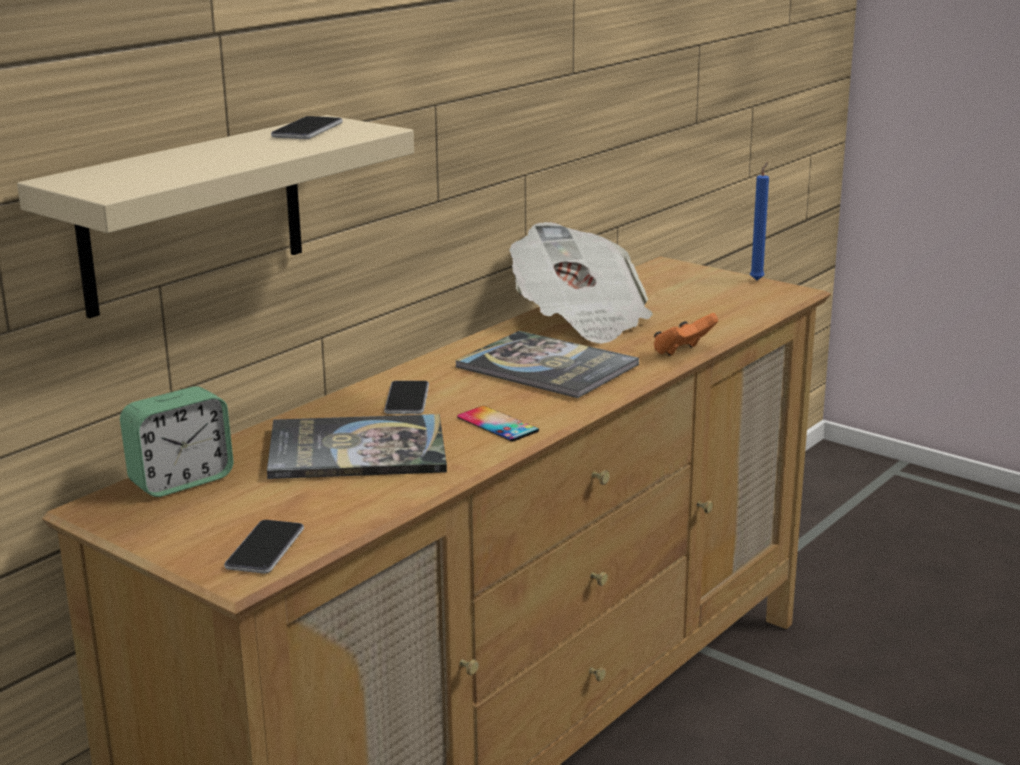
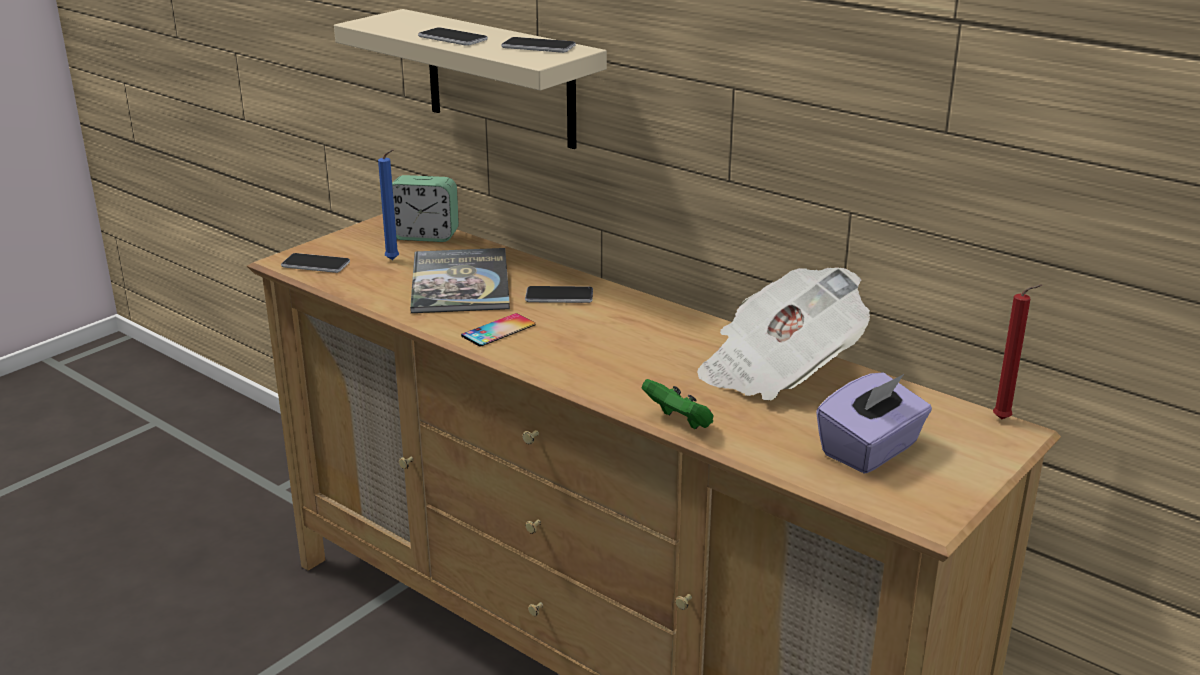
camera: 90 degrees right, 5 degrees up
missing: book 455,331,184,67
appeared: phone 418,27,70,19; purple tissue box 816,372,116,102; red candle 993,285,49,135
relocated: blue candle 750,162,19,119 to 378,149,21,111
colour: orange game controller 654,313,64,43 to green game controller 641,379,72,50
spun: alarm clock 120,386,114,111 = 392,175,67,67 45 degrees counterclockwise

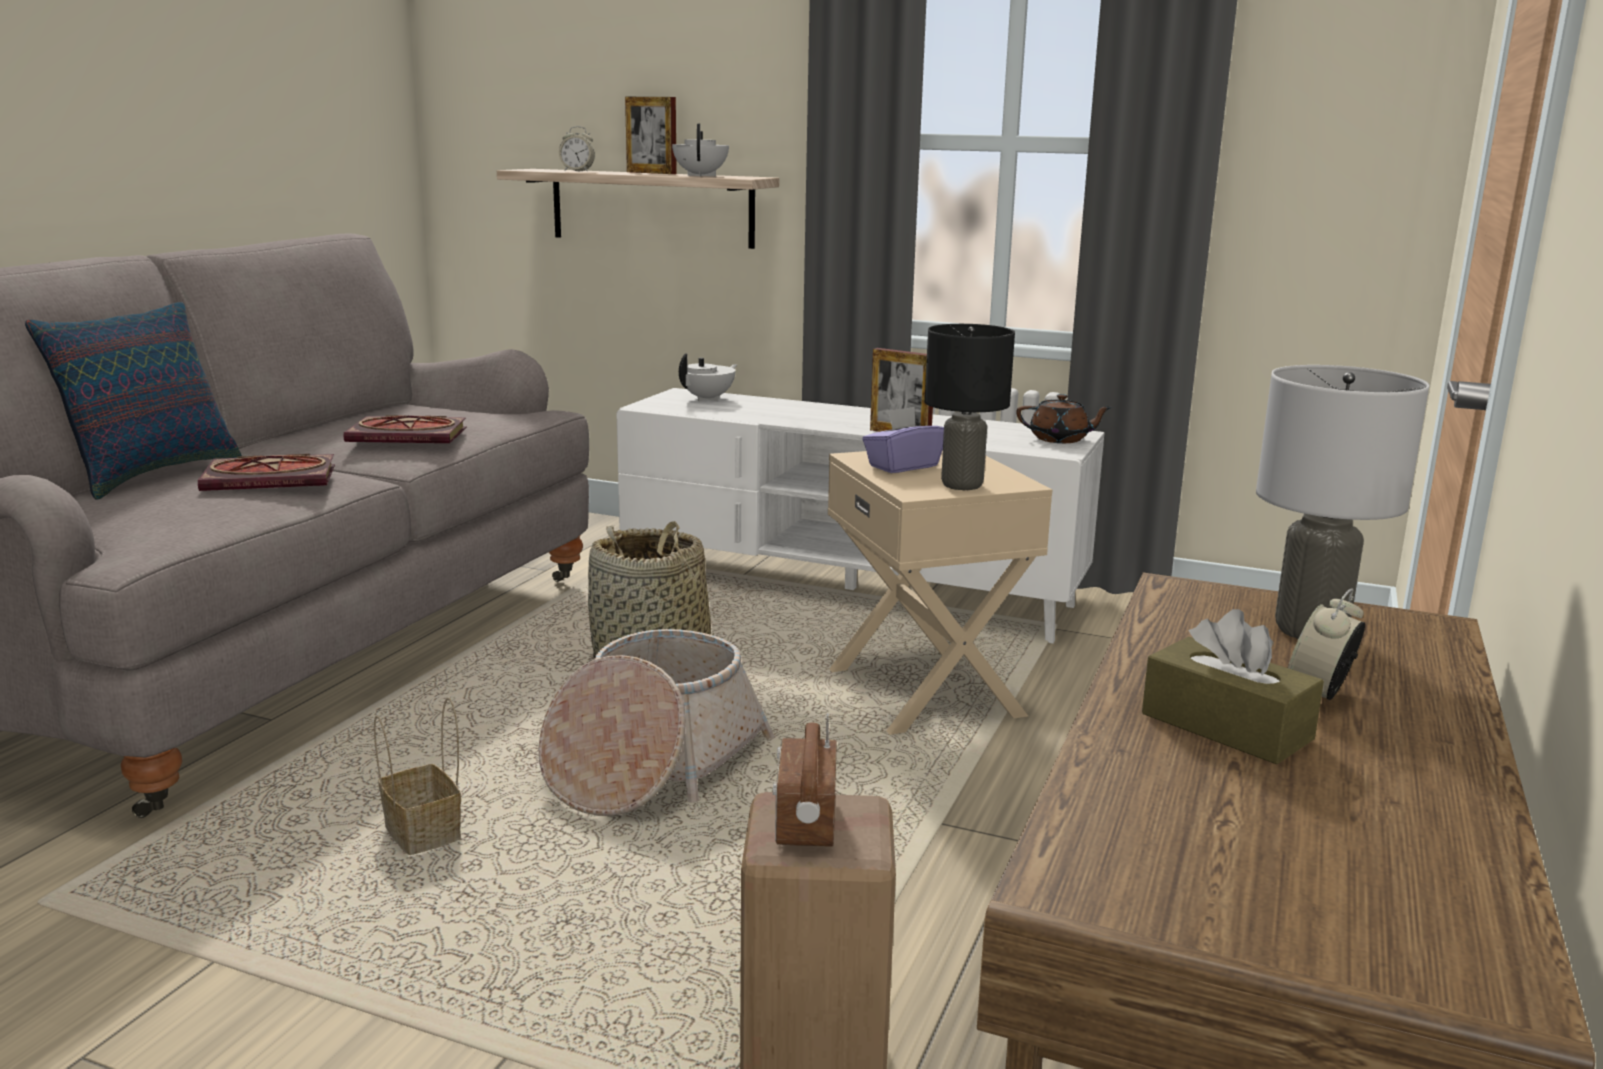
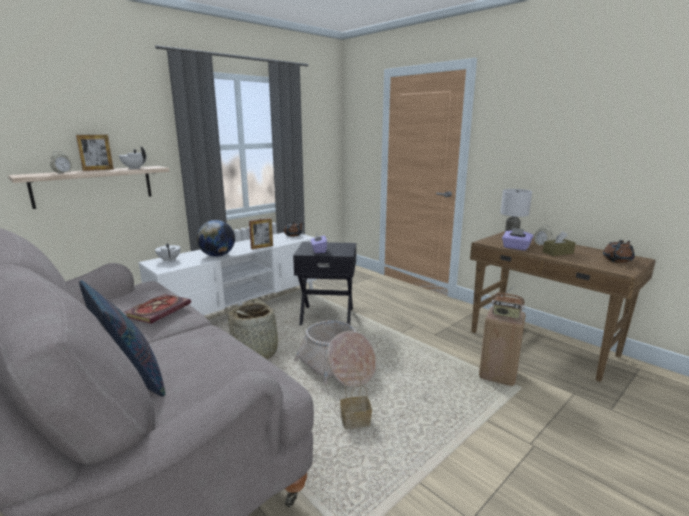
camera: 65 degrees left, 0 degrees up
missing: book 198,454,137,37; black table lamp 925,324,90,166
appeared: globe 197,220,38,37; purple tissue box 502,228,31,23; brown teapot 603,240,32,23
colour: beige side table 828,450,224,285 to black side table 293,242,63,83

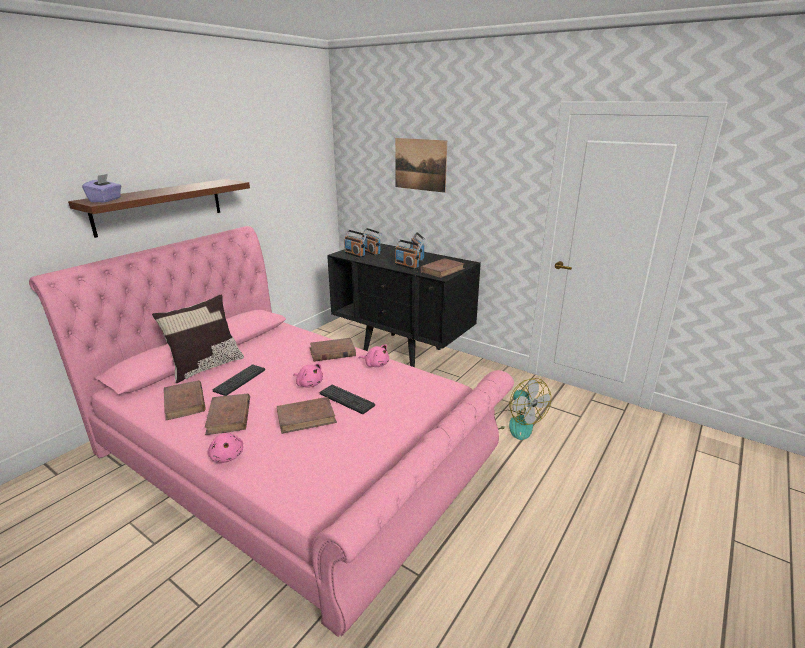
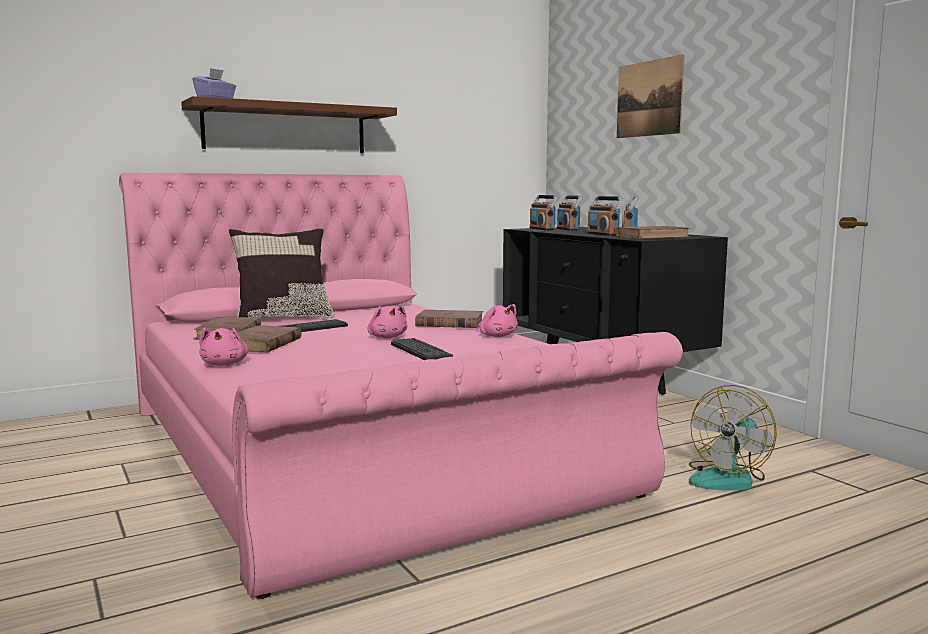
camera: 25 degrees right, 15 degrees down
missing: brown book 277,397,60,37
spun: fan 494,378,57,62 = 689,385,88,105 45 degrees clockwise

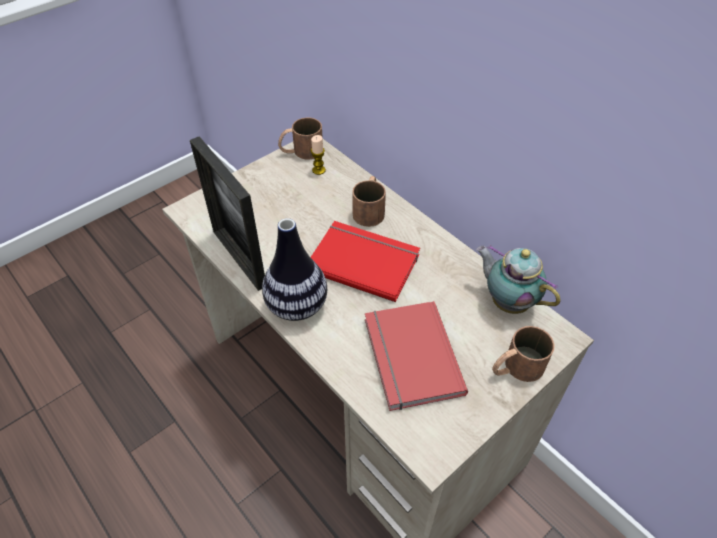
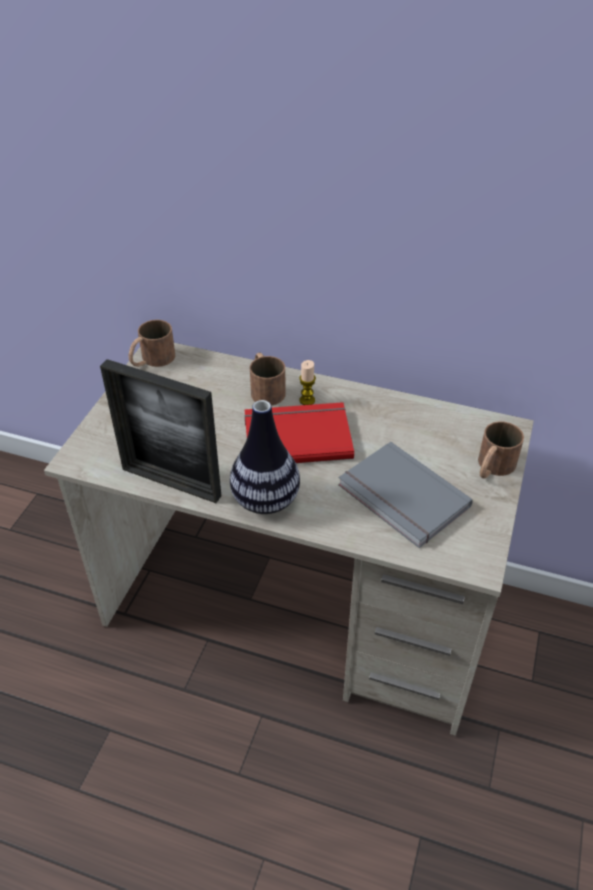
camera: 30 degrees left, 5 degrees down
missing: teapot 476,245,85,69
relocated: candle 311,135,15,40 to 299,360,17,45
colour: red book 365,301,103,110 to grey book 338,442,135,106

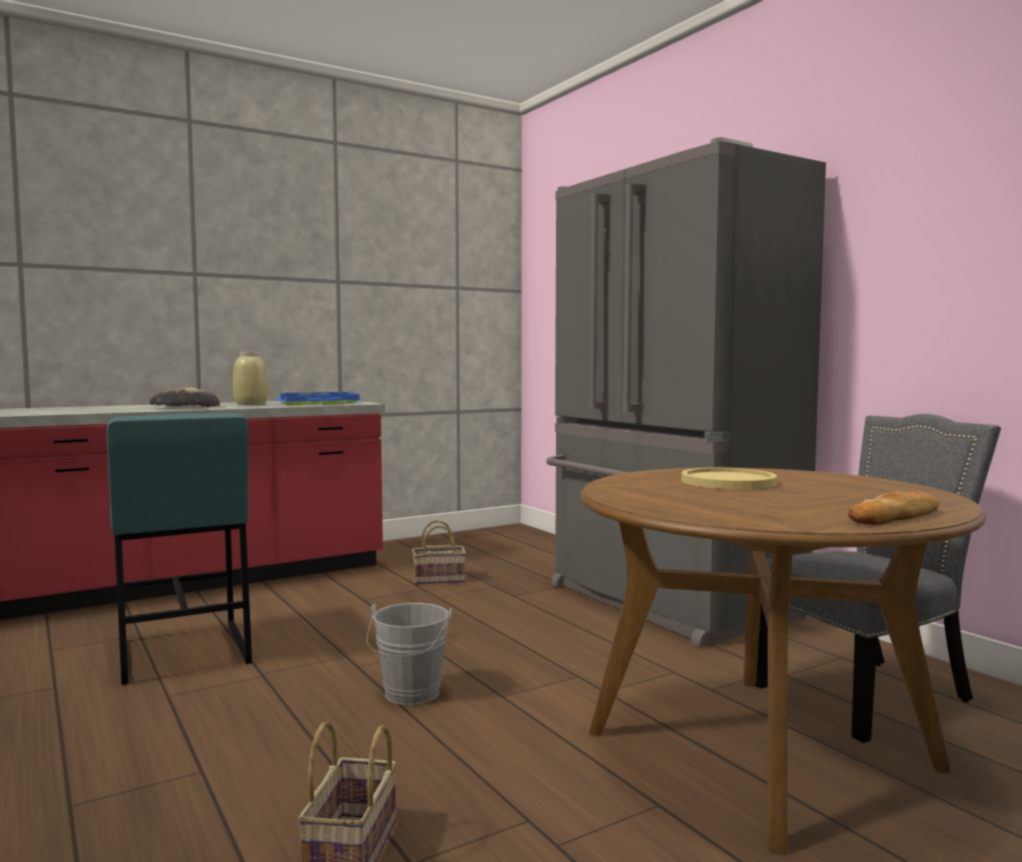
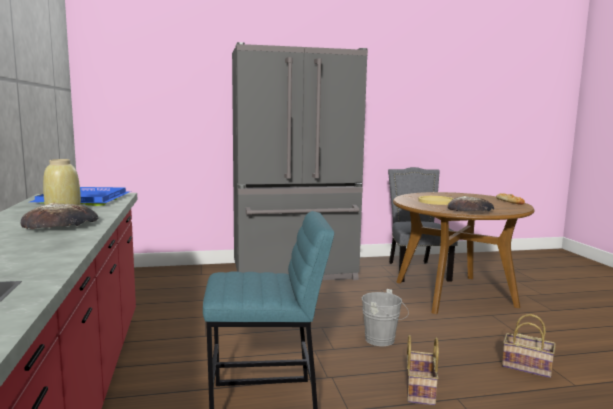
camera: 70 degrees left, 5 degrees up
appeared: bread 448,196,46,16
relocated: basket 412,520,54,65 to 406,335,33,71

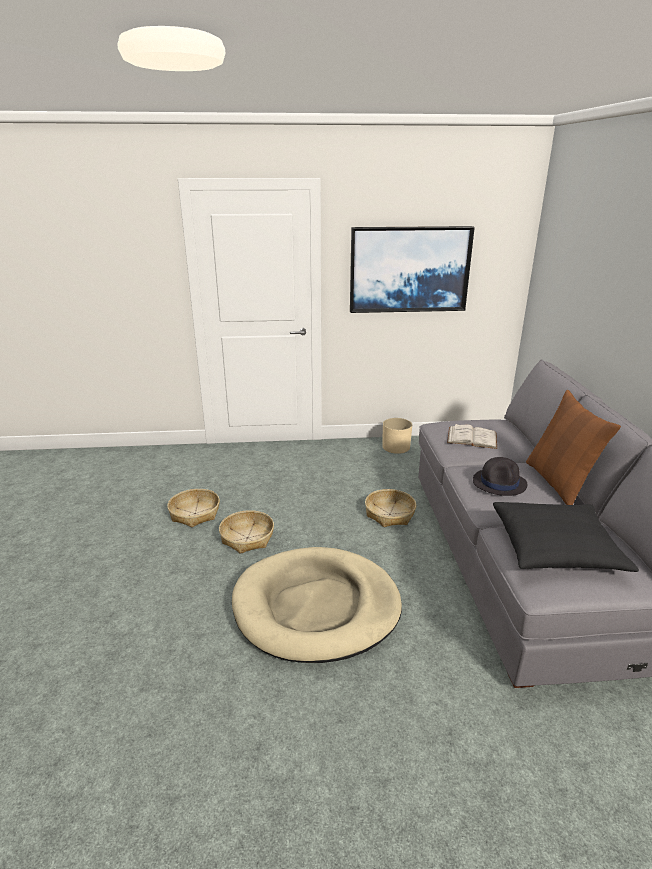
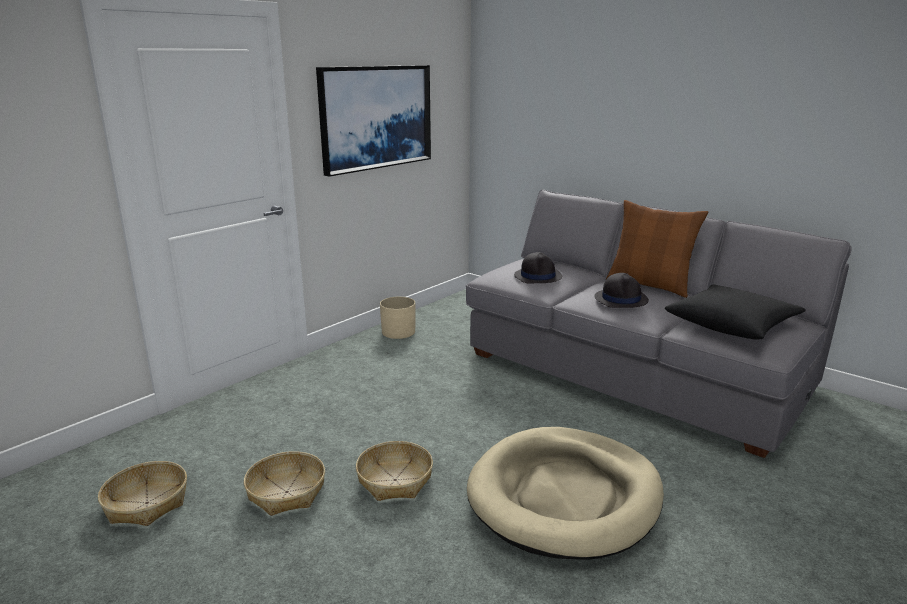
camera: 45 degrees left, 5 degrees down
relocated: basket 365,489,51,38 to 98,461,89,65
exchanged: white book 447,424,50,25 to black hat 514,252,48,32

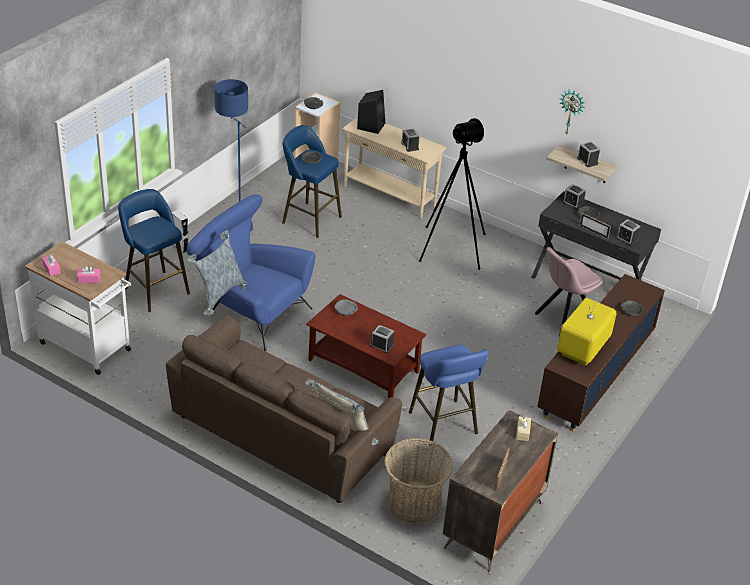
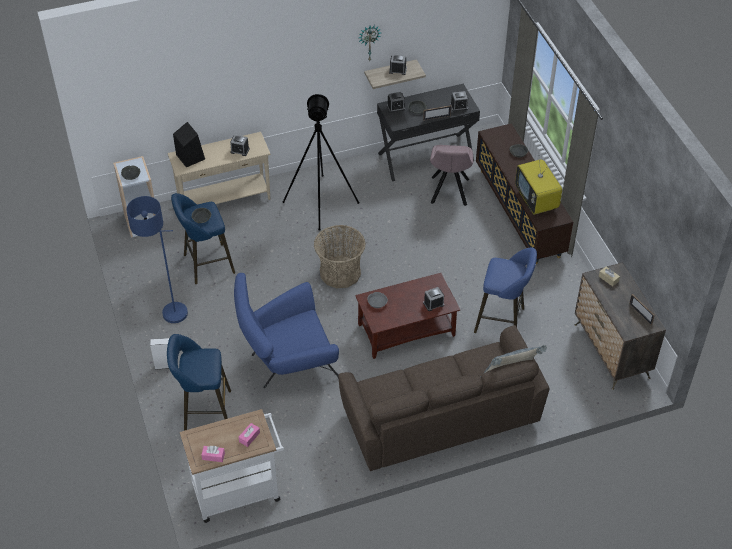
camera: 50 degrees left, 10 degrees up
missing: pillow 187,230,60,86
relocated: basket 384,438,69,85 to 314,225,52,63

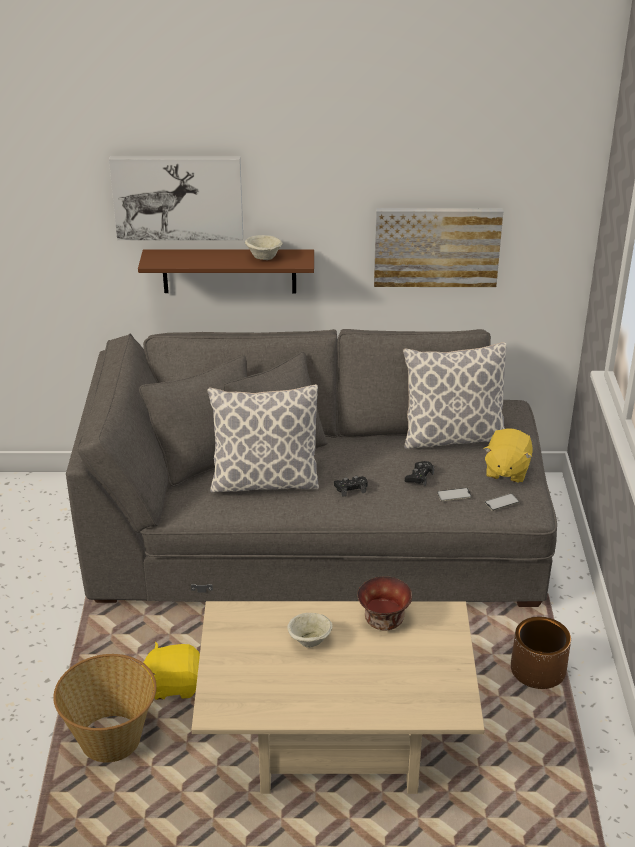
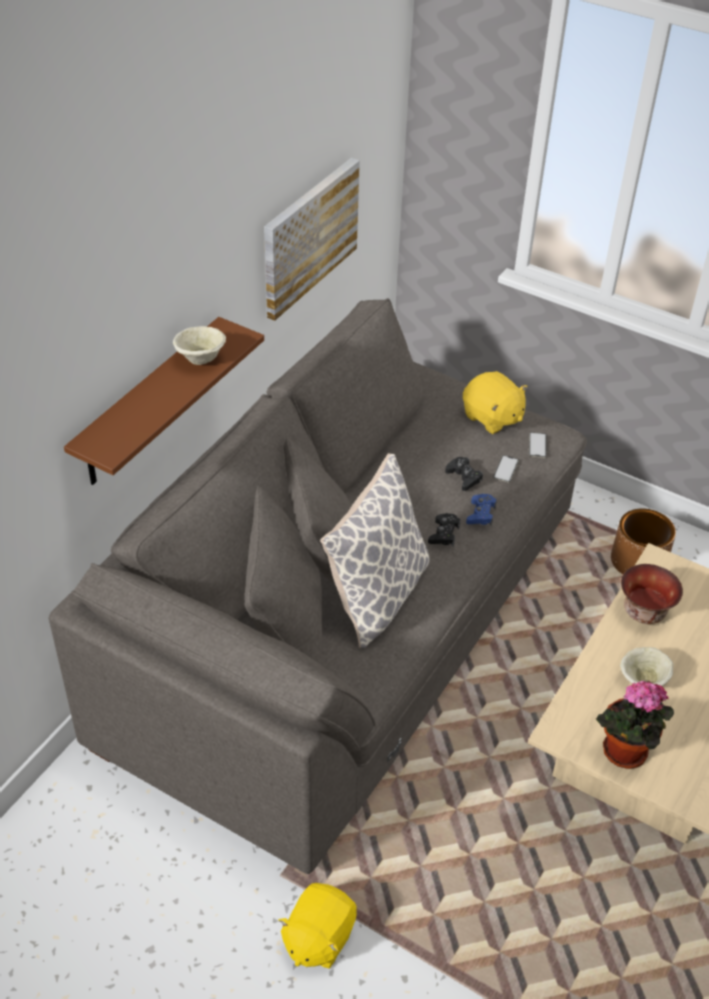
camera: 60 degrees left, 10 degrees up
missing: basket 53,654,104,109; picture 109,156,134,84; pillow 403,342,104,107
appeared: blue game controller 466,494,31,32; potted plant 596,681,78,88
relocated: yellow plush toy 143,642,57,58 to 278,883,78,86

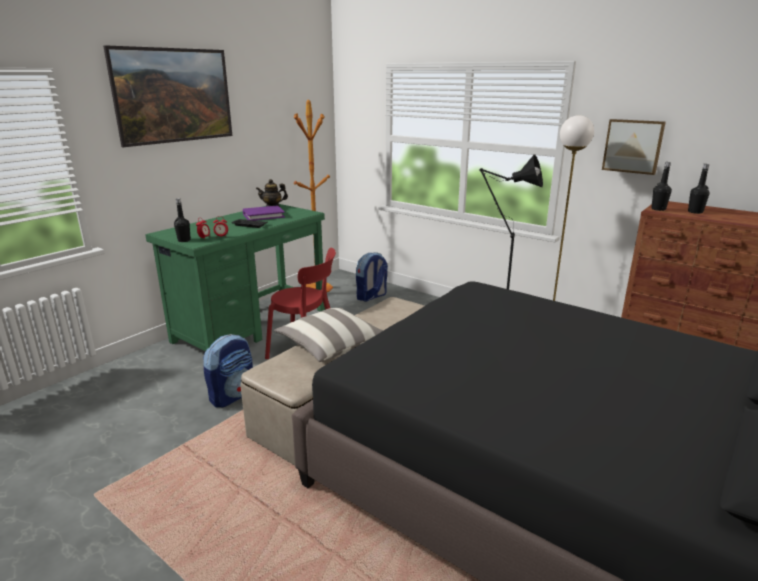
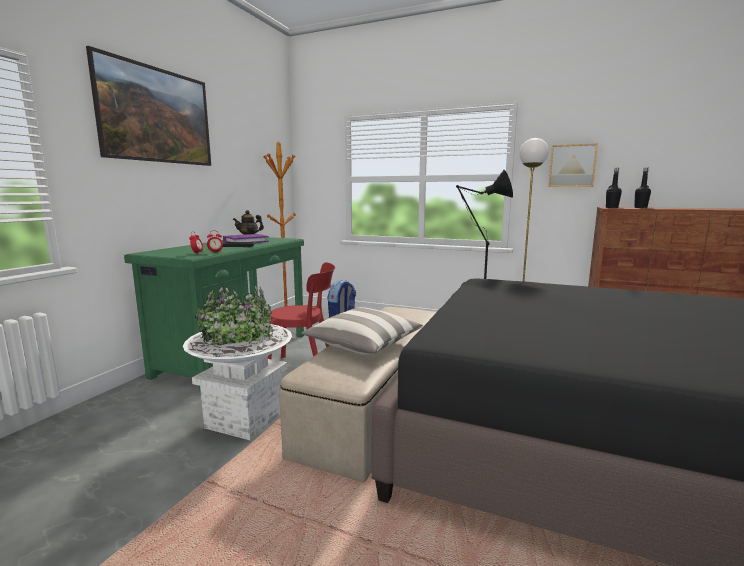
camera: 15 degrees left, 10 degrees down
missing: black bottle 174,198,17,44
exchanged: backpack 203,334,50,73 to white planter 183,285,109,155

